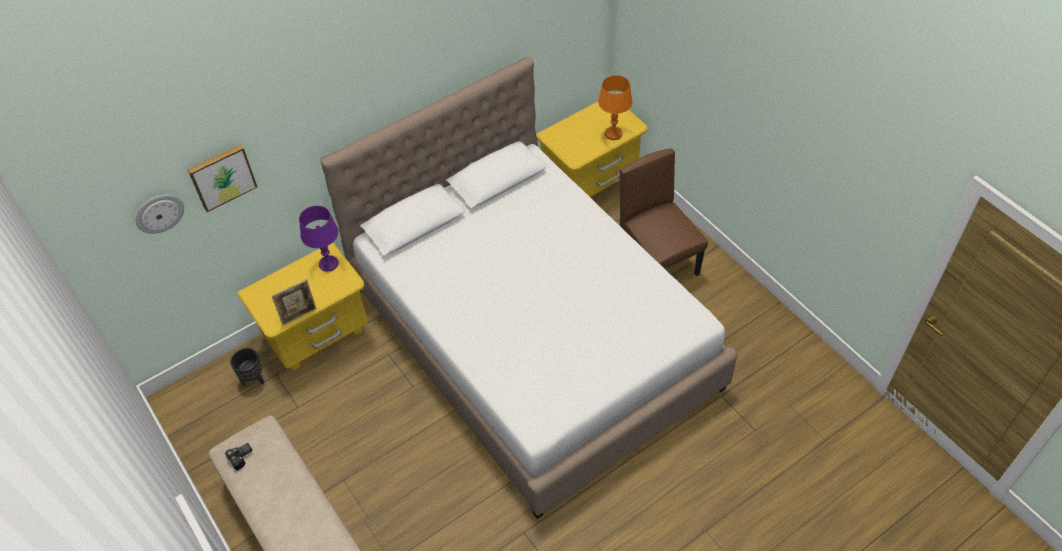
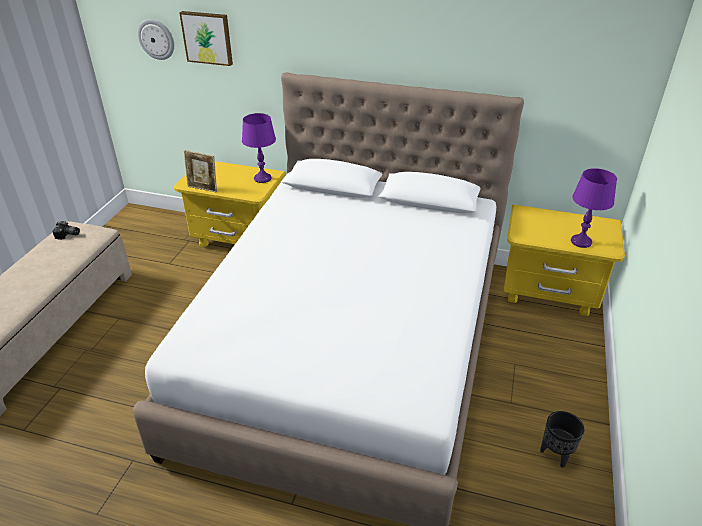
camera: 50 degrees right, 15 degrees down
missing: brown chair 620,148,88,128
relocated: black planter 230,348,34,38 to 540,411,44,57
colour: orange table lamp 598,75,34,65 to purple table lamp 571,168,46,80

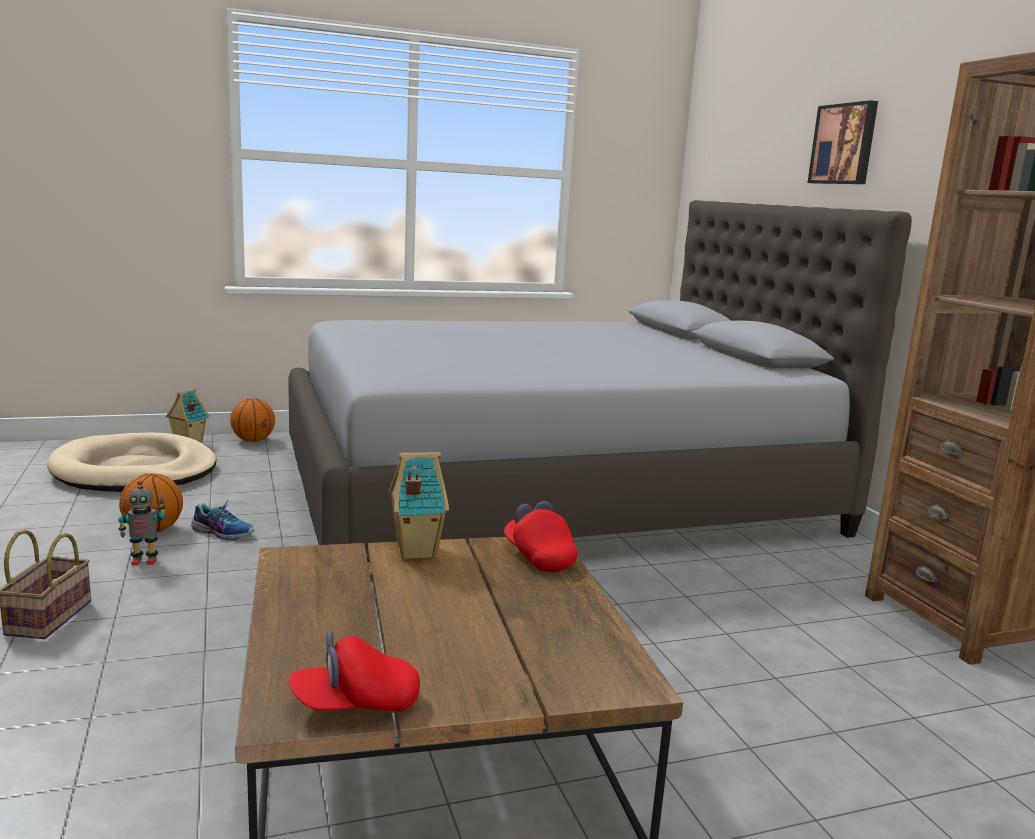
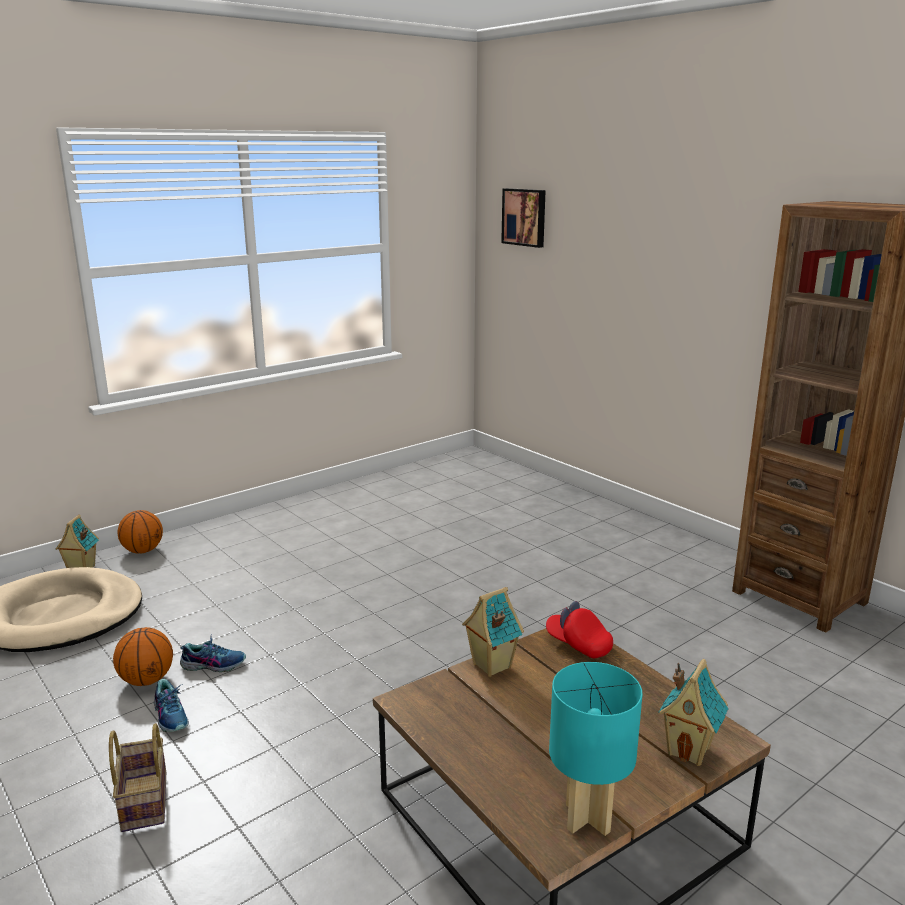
camera: 20 degrees left, 5 degrees up
missing: grey bed 288,200,624,355
appeared: toy house 659,659,69,107
relocated: picture 807,100,71,84 to 501,188,45,60
exchanged: toy robot 118,480,48,85 to shoe 154,679,35,53; red cap 289,630,131,82 to turquoise table lamp 549,662,94,174

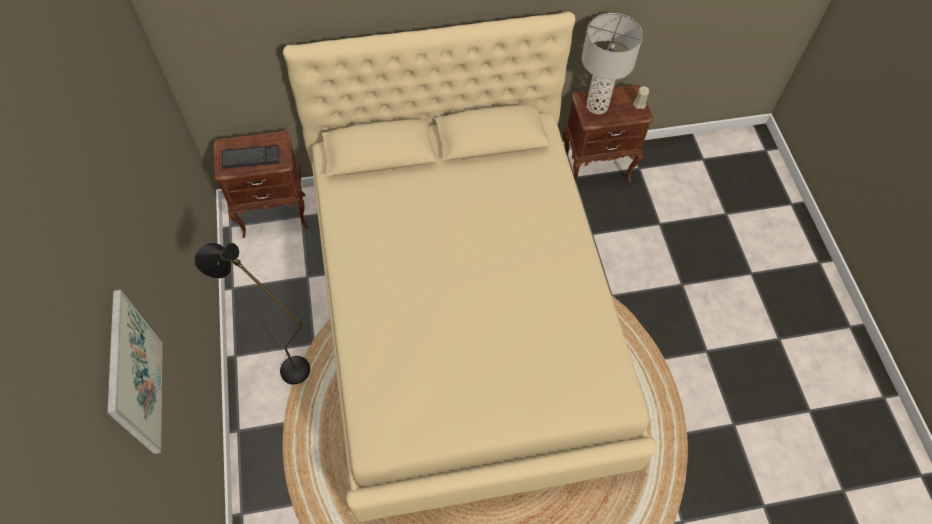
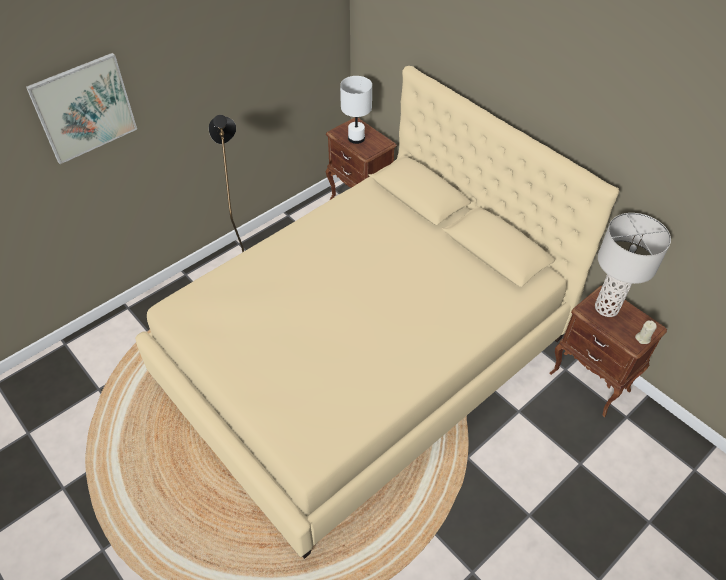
camera: 60 degrees right, 10 degrees down
exchanged: keyboard 222,145,58,24 to white table lamp 340,76,32,68

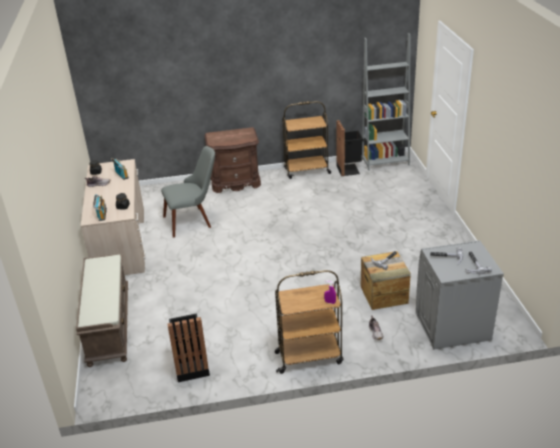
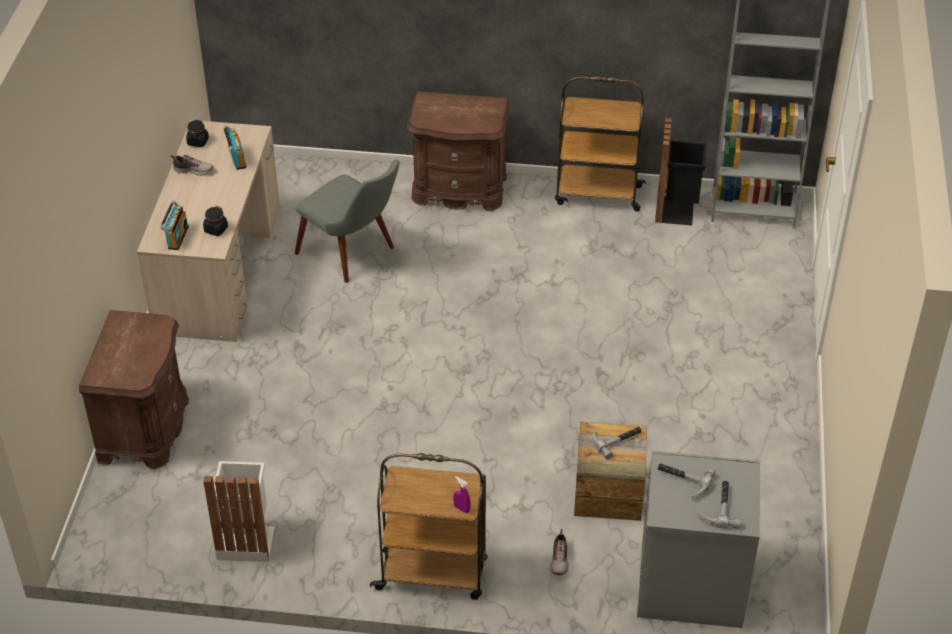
camera: 15 degrees right, 10 degrees up
exchanged: brown bench 76,254,52,113 to brown nightstand 79,310,110,159
colour: black trash can 167,313,43,69 to white trash can 203,461,71,101
spun: grey chair 161,146,54,92 = 295,159,105,124 45 degrees clockwise

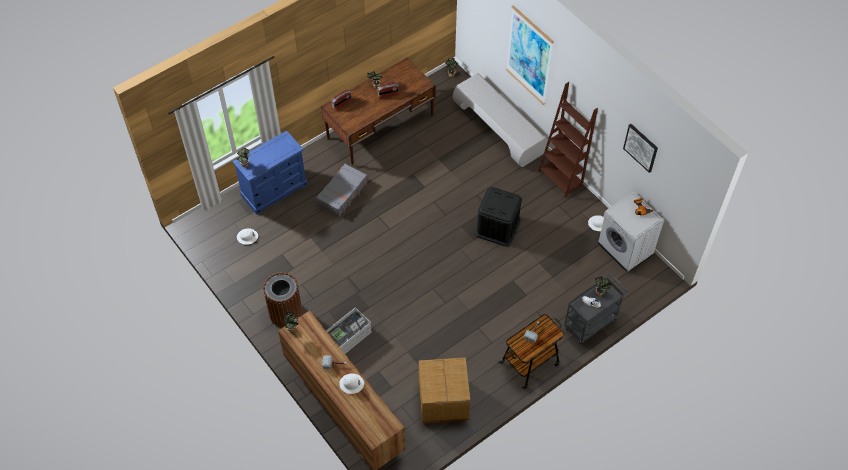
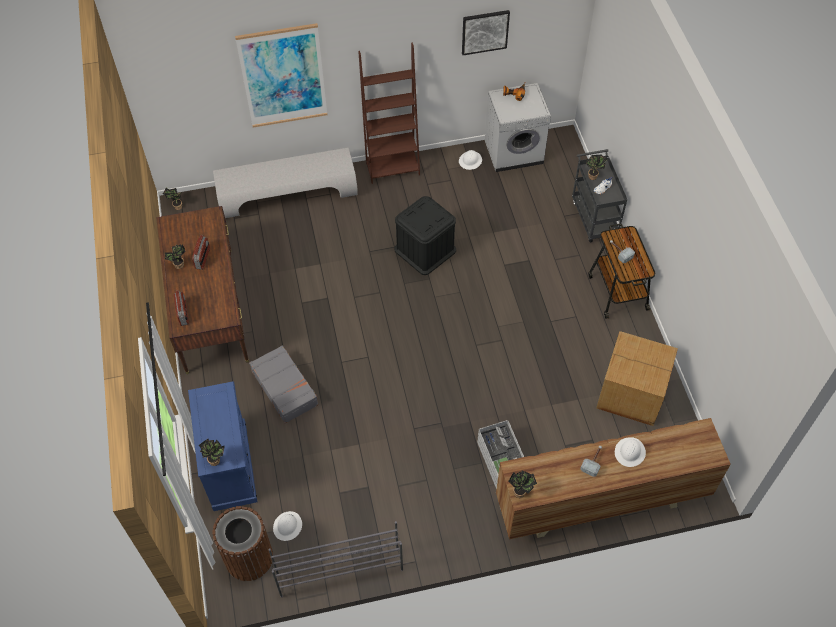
camera: 65 degrees left, 0 degrees up
appeared: grey shoe rack 268,521,135,76
relocated: brown trash can 263,272,40,55 to 212,506,61,75

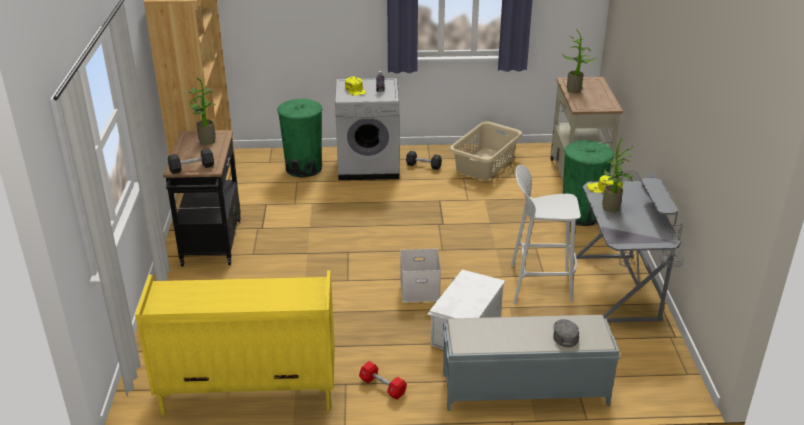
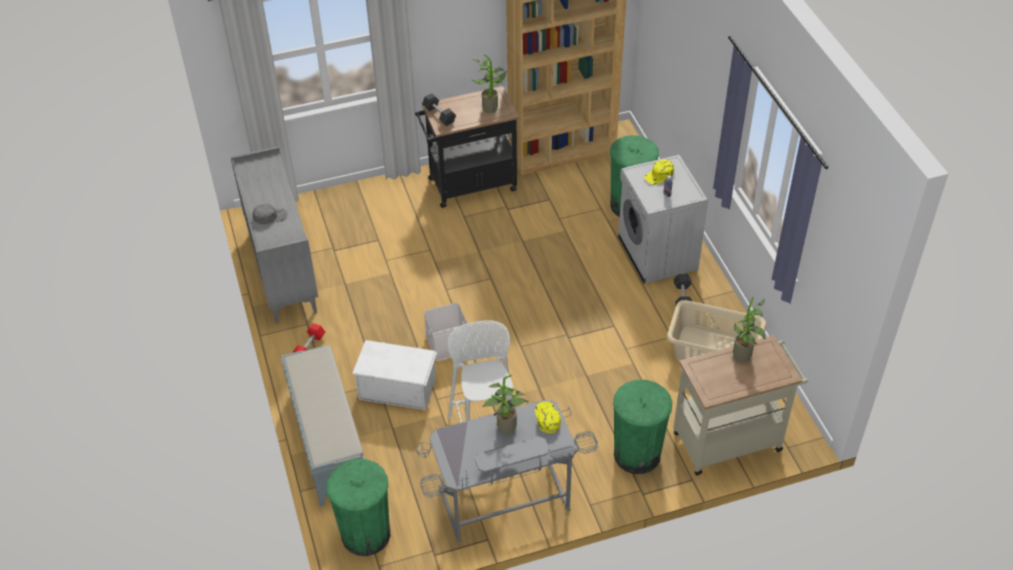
camera: 75 degrees right, 15 degrees up
appeared: green trash can 326,459,64,97
relocated: grey cap 553,319,26,28 to 253,204,34,20
colour: yellow cabinet 135,270,200,146 to grey cabinet 230,146,88,177

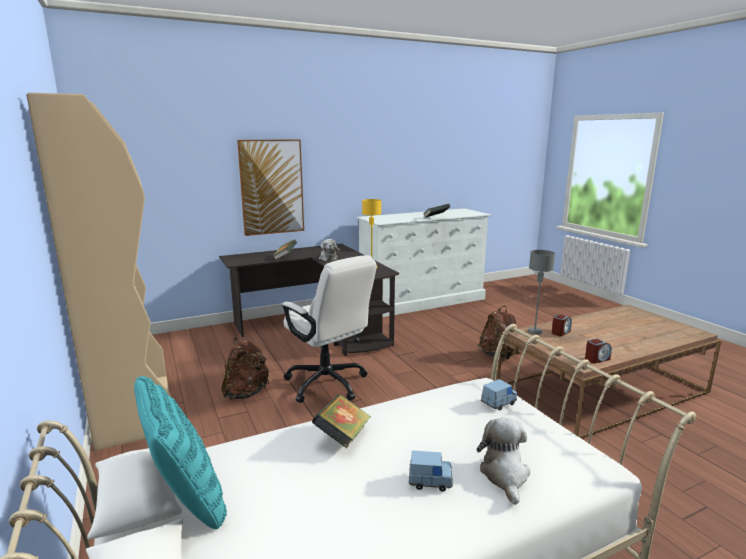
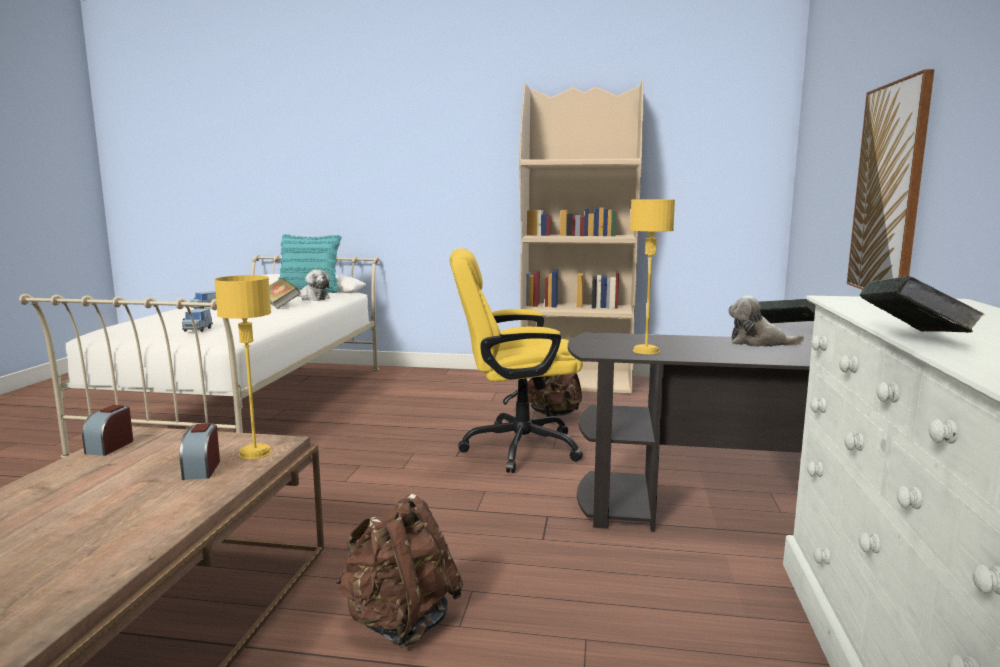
camera: 125 degrees right, 5 degrees down
relocated: plush toy 477,418,53,87 to 298,269,32,32
colour: white office chair 282,255,95,148 to yellow office chair 450,248,133,225; grey table lamp 527,250,28,85 to yellow table lamp 214,275,58,184

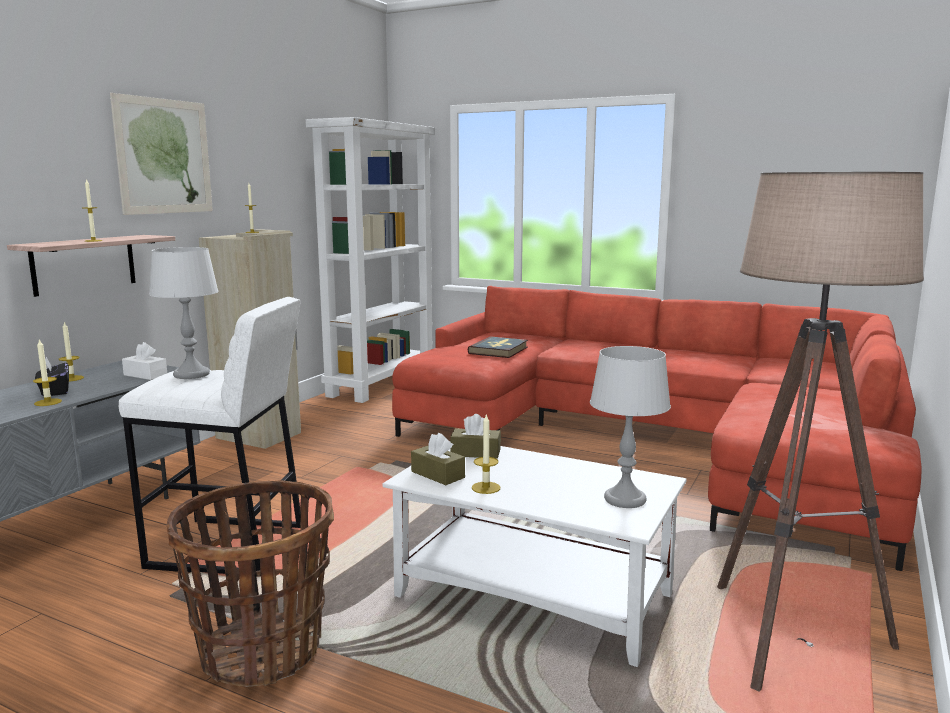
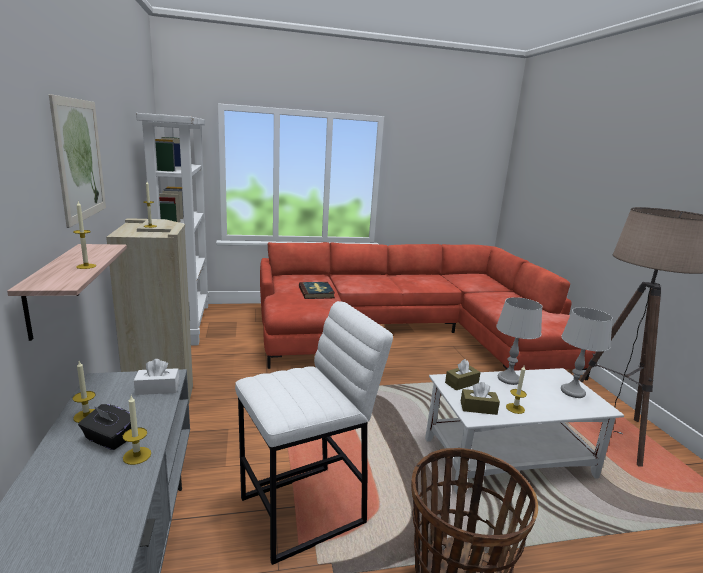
camera: 40 degrees left, 5 degrees up
relocated: grey table lamp 149,247,70,132 to 496,297,46,88

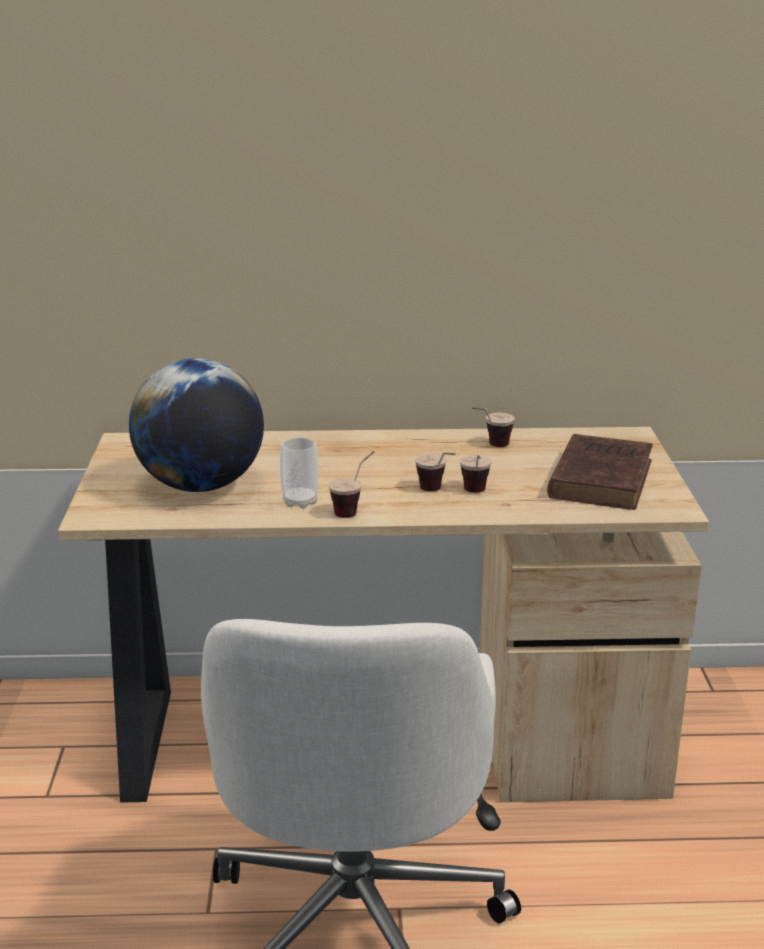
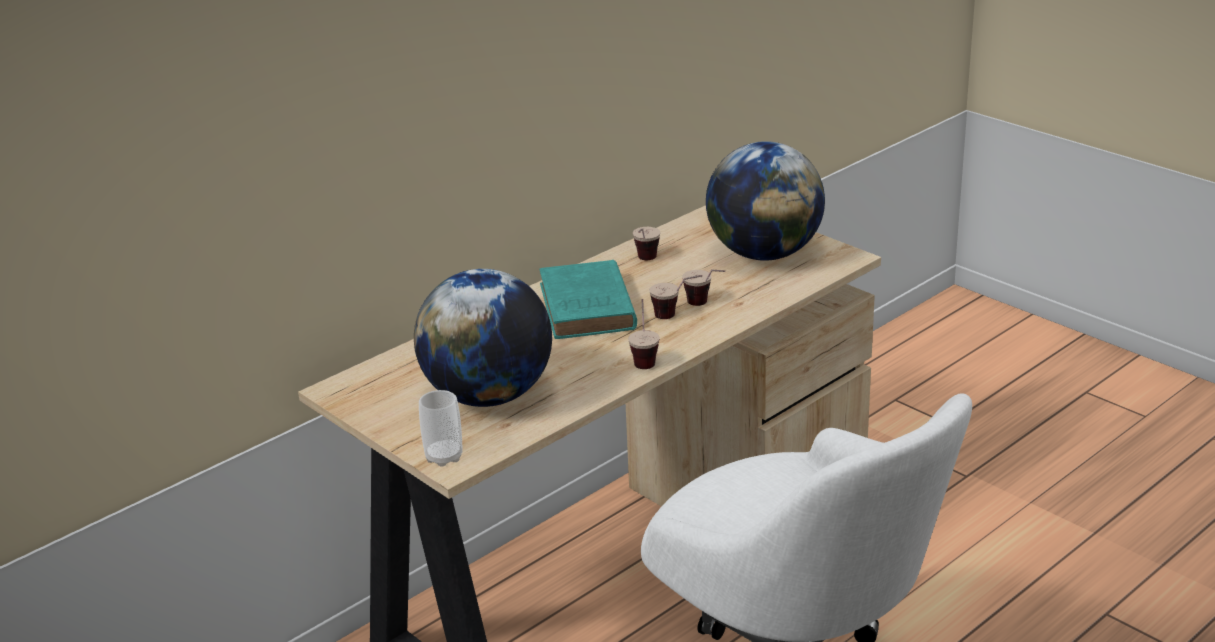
camera: 40 degrees left, 5 degrees up
appeared: turquoise book 539,260,98,79
relocated: cup 280,437,38,72 to 419,390,43,77
exchanged: brown book 547,434,106,76 to globe 706,141,119,120

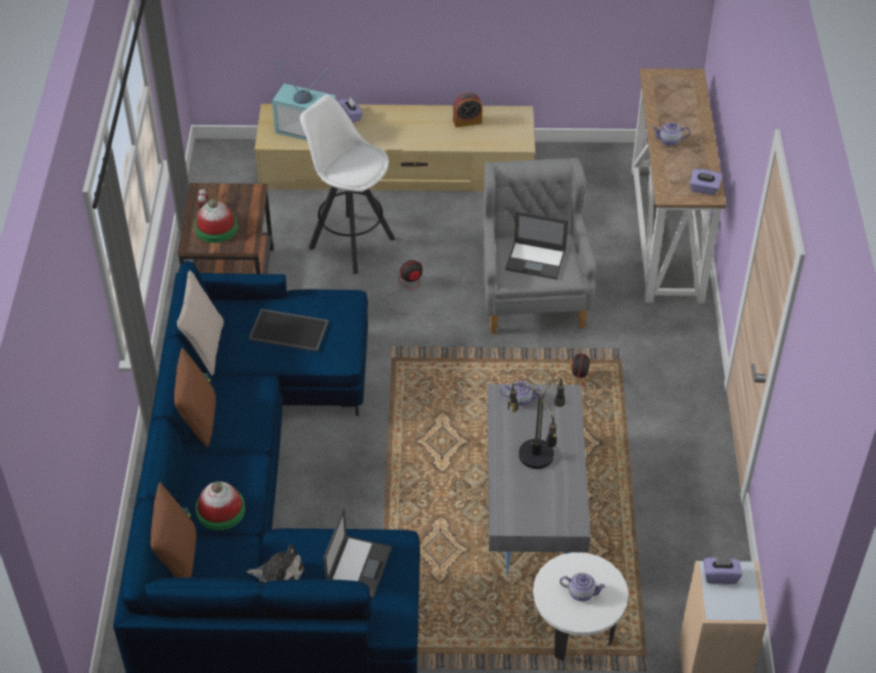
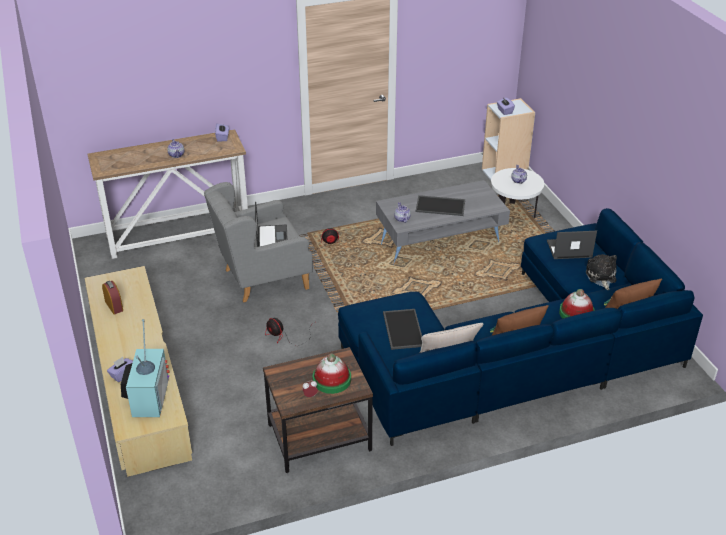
camera: 110 degrees left, 10 degrees down
missing: white stool 300,95,95,179
exchanged: table lamp 508,378,57,91 to tray 415,195,50,21

